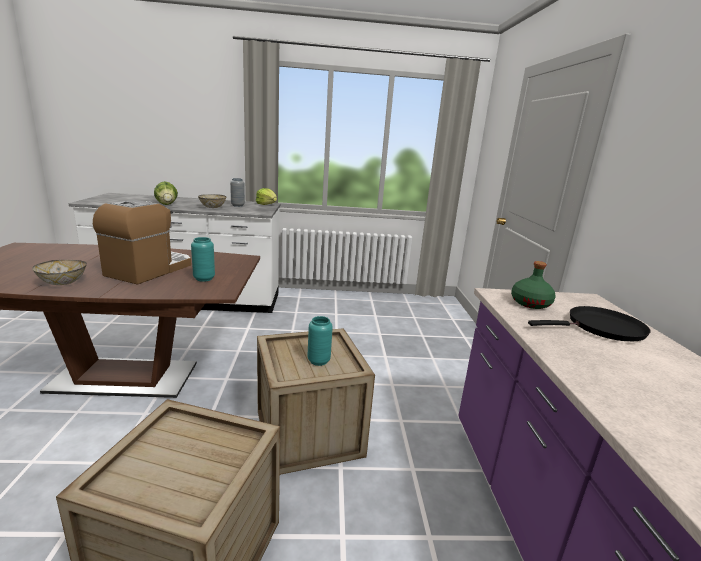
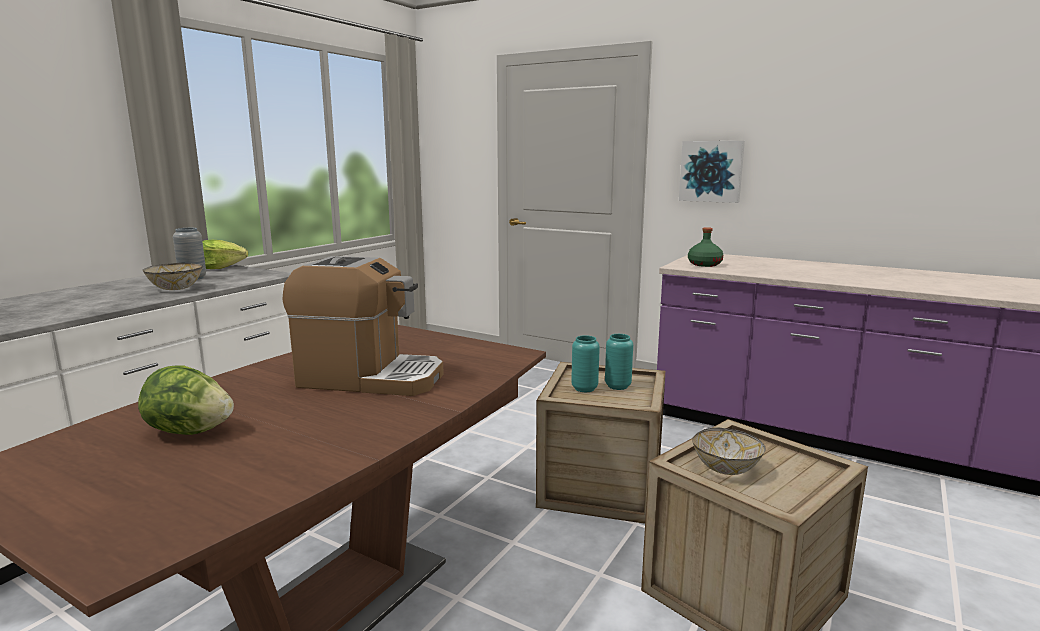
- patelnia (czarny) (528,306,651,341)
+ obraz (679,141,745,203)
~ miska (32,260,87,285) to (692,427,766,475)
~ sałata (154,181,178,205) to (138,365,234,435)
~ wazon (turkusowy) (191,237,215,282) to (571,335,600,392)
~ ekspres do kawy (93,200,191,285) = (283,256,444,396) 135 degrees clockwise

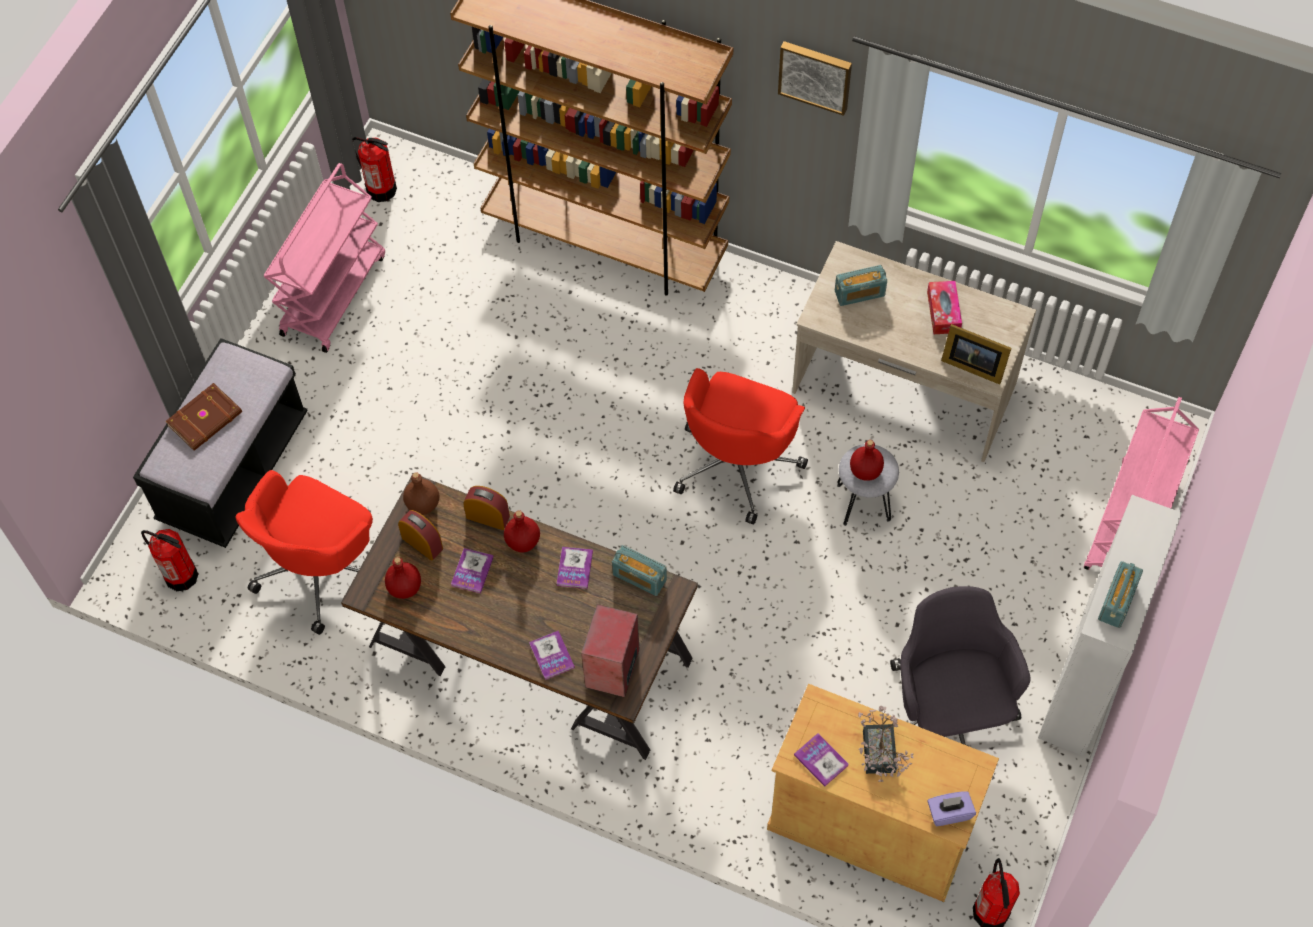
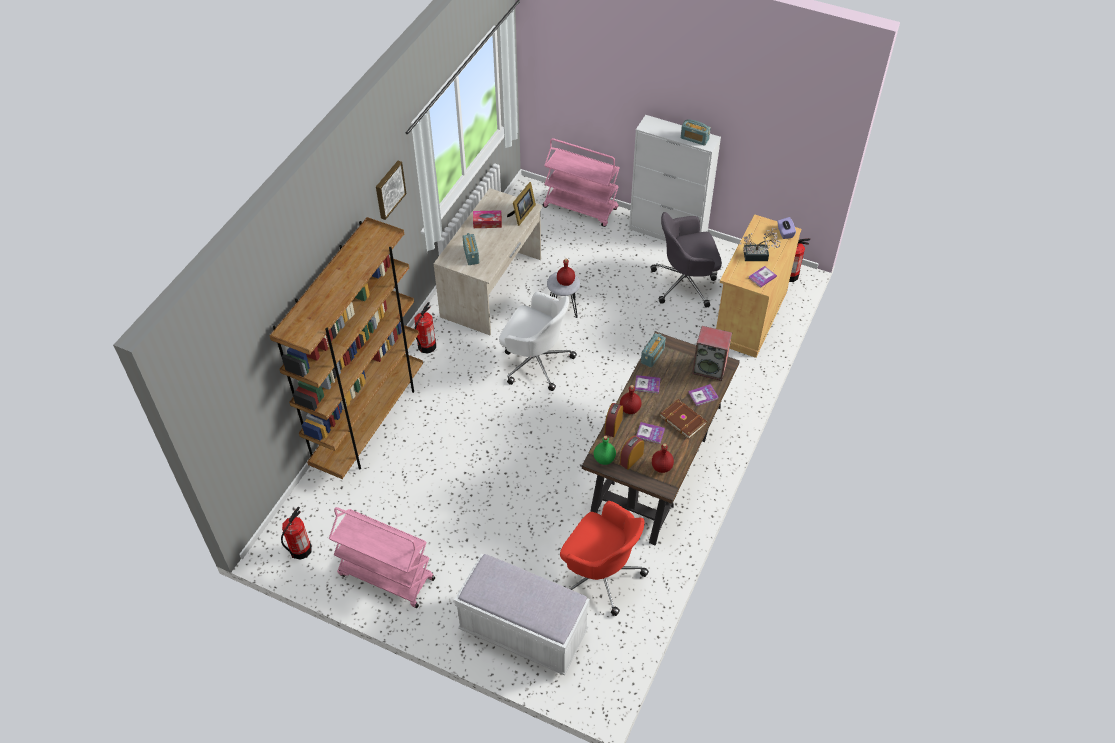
~ gaśnica (141,529,198,591) to (414,302,436,354)
~ książka (brązowy) (166,383,242,451) to (660,399,707,439)
~ ławka (czarny) (133,338,308,548) to ławka (biały) (454,554,590,676)
~ butelka (brązowy) (403,472,439,515) to butelka (zielony) (594,436,616,465)
~ krzesło biurowe (czerwony) (673,368,808,525) to krzesło biurowe (biały) (499,292,577,391)

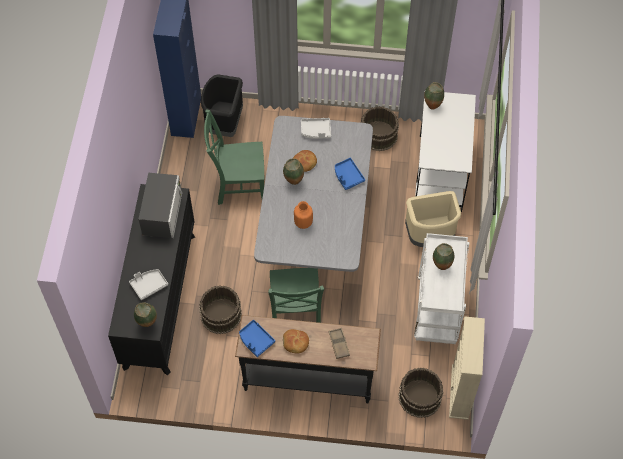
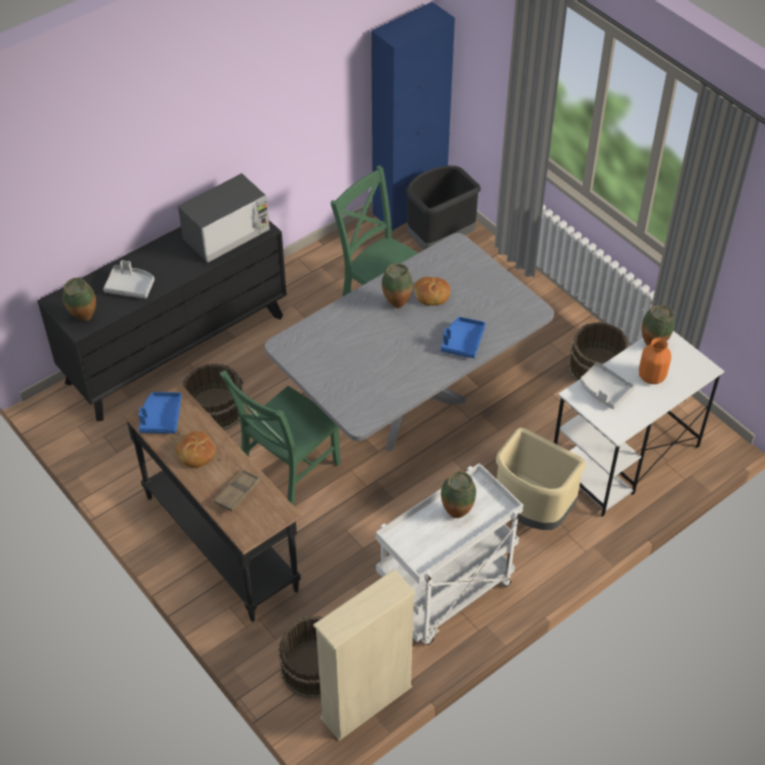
~ wazon (pomarańczowy) (294,201,313,229) to (639,338,671,384)
~ taca (szary) (301,118,331,139) to (580,362,635,409)

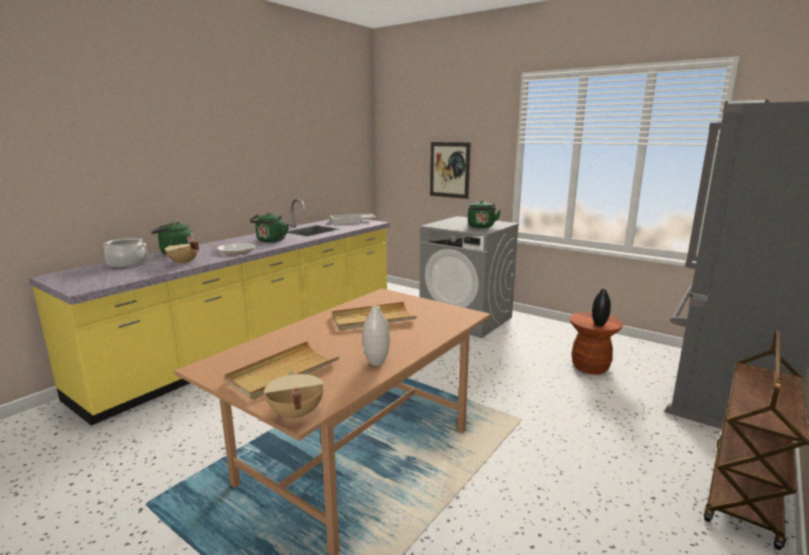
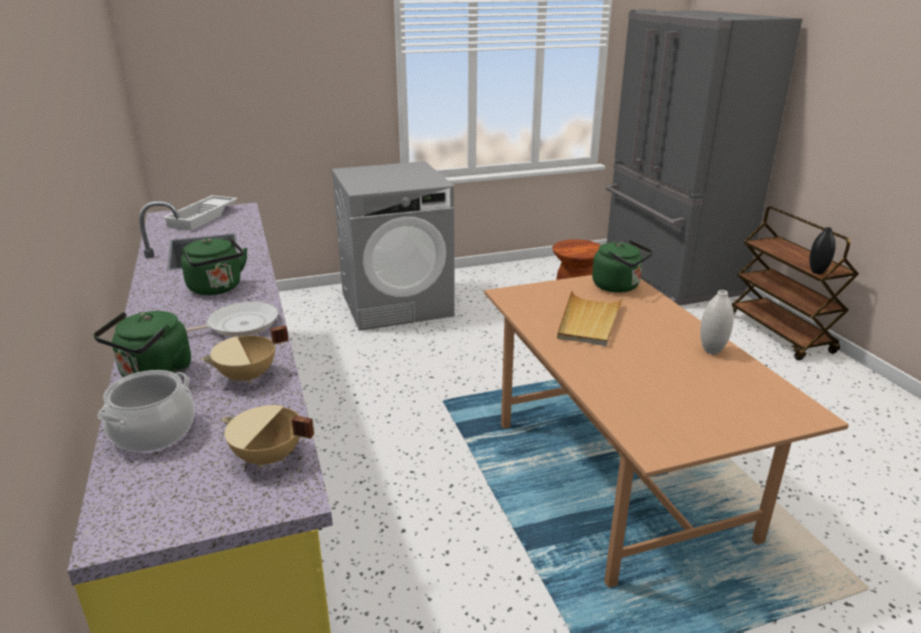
- taca (beżowy) (224,341,339,400)
- obraz (430,142,471,199)
~ garnek (beżowy) (264,371,324,421) to (222,405,314,468)
~ czajnik (zielony) (468,200,501,228) to (592,240,653,293)
~ wazon (czarny) (592,289,611,326) to (809,227,836,274)

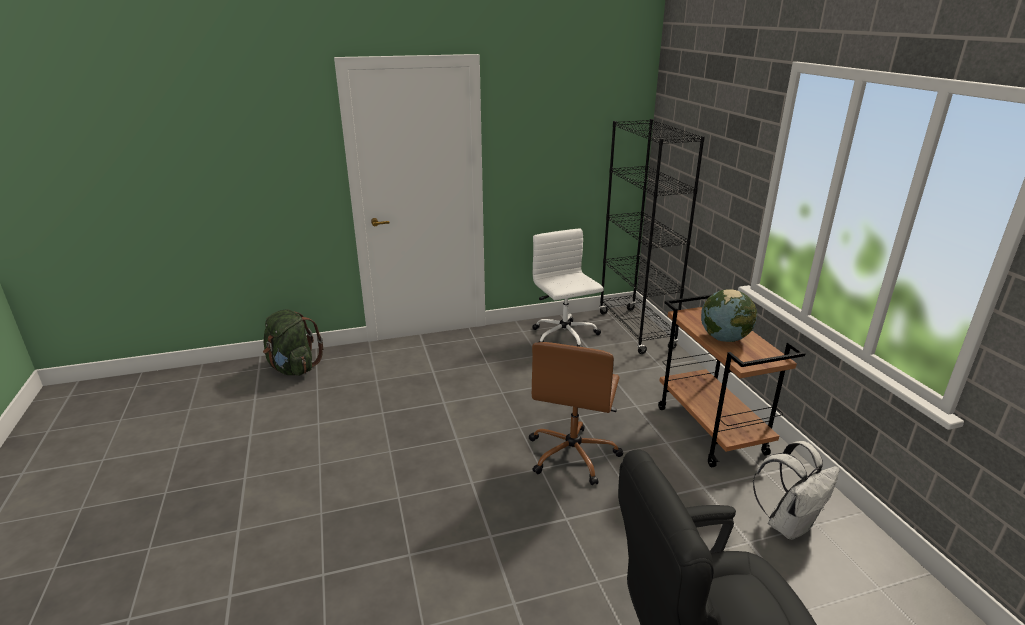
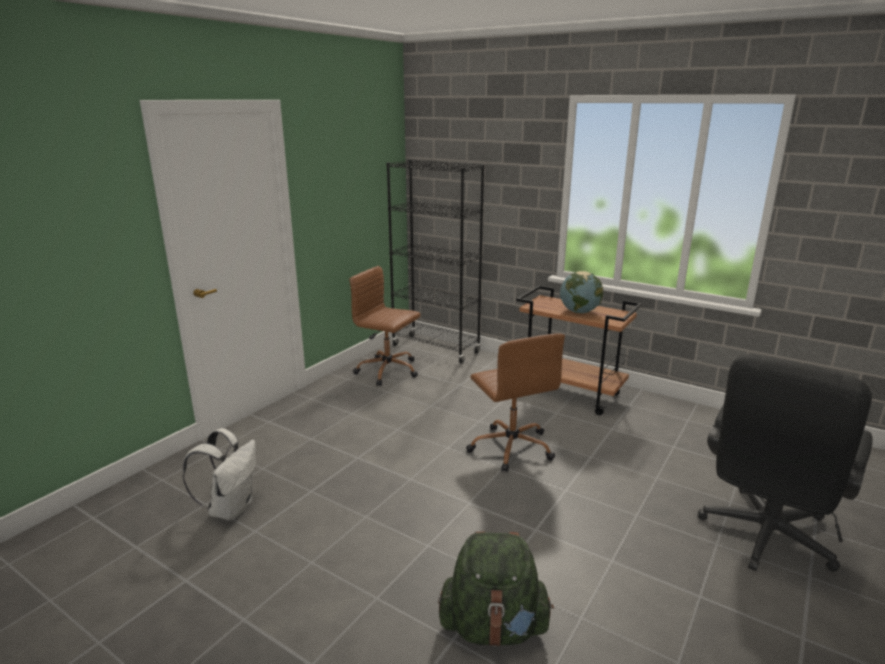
~ plecak (zielony) (263,309,323,376) to (438,531,554,647)
~ plecak (biały) (753,441,840,540) to (183,428,256,521)
~ krzesło biurowe (biały) (533,229,604,347) to krzesło biurowe (brązowy) (349,266,421,386)

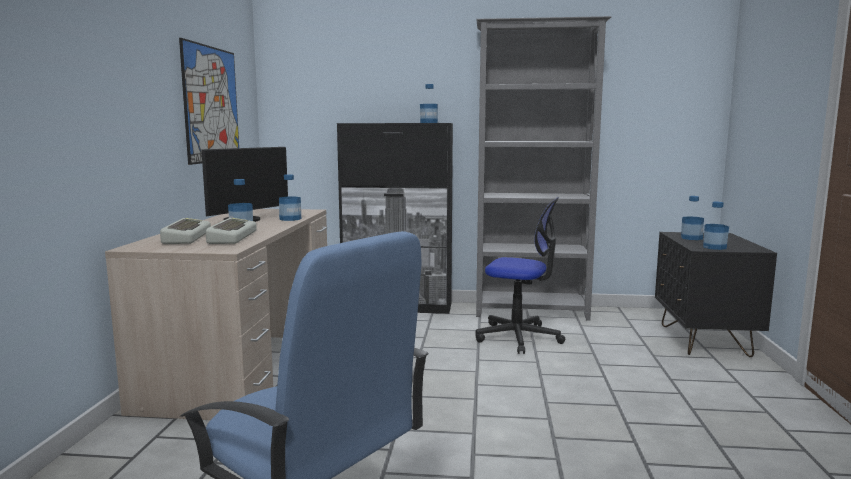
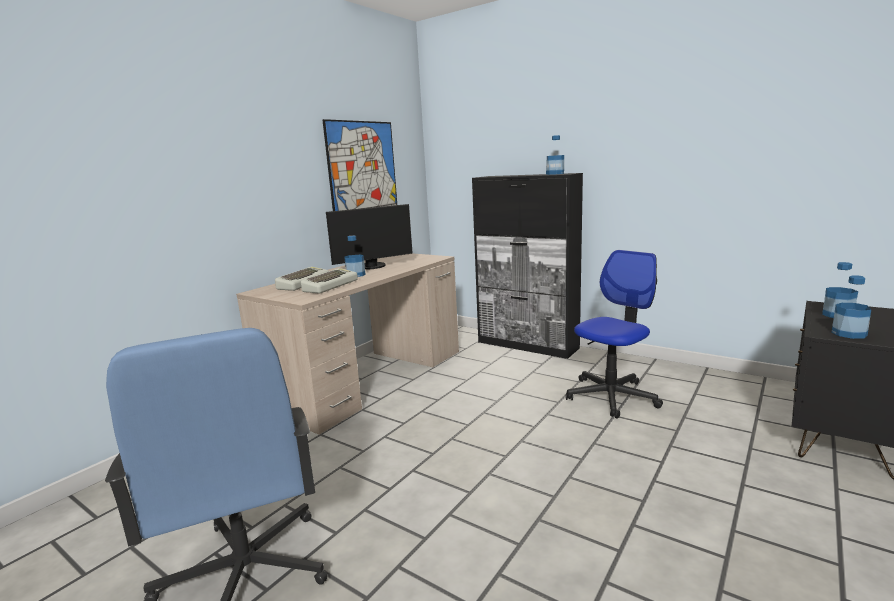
- butelka (279,174,301,221)
- regał (szary) (476,16,612,321)
~ krzesło biurowe (476,197,565,354) = (566,250,663,418) 90 degrees counterclockwise

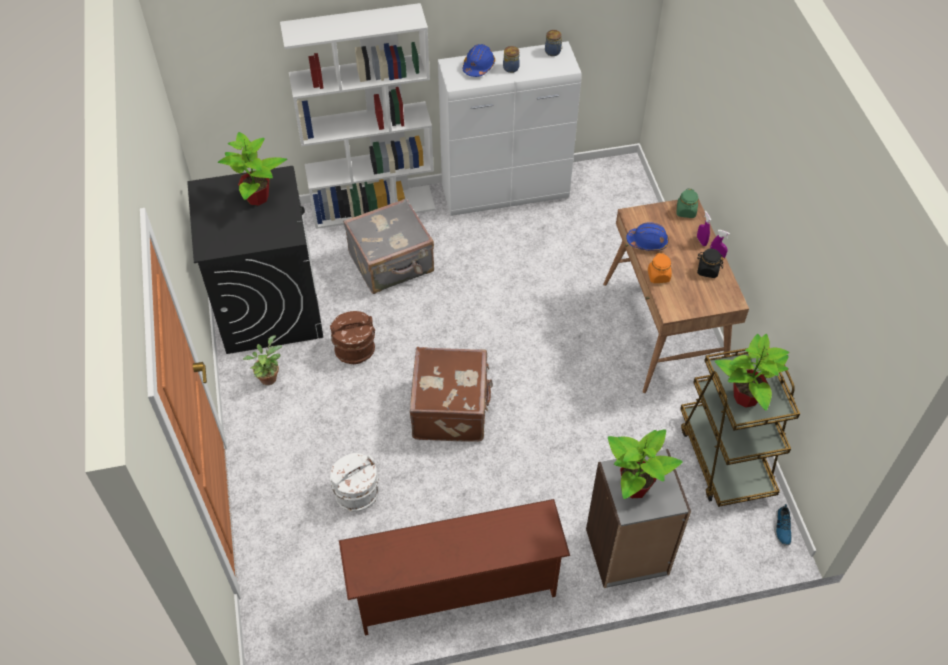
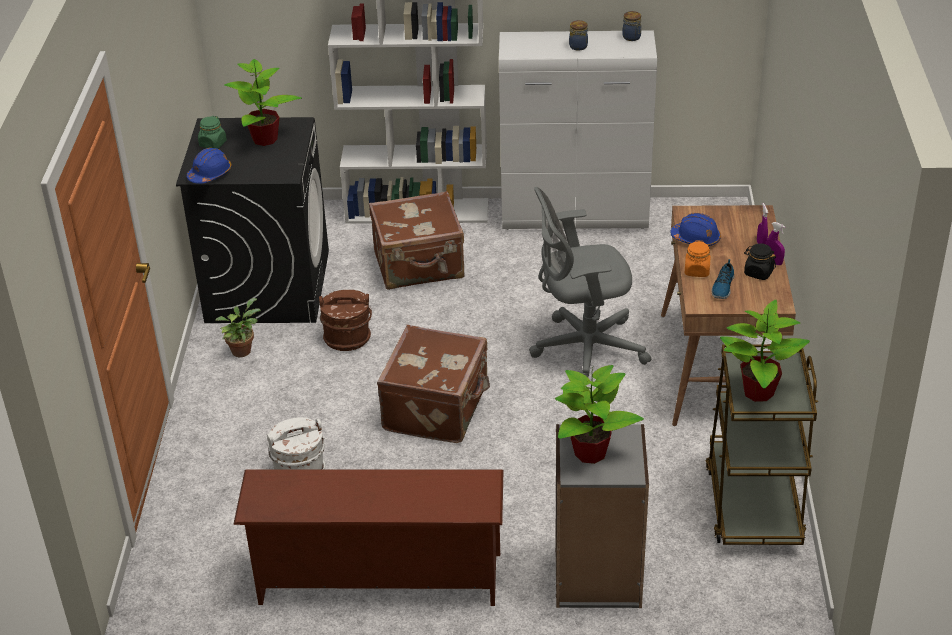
+ krzesło biurowe (szary) (529,187,651,377)
~ kask (niebieski) (462,44,495,77) to (187,148,232,184)
~ słoik (zielony) (676,188,698,218) to (198,116,227,149)
~ but (775,504,792,546) to (711,259,734,299)
~ walizka (szary) (343,198,434,294) to walizka (brązowy) (369,191,464,290)

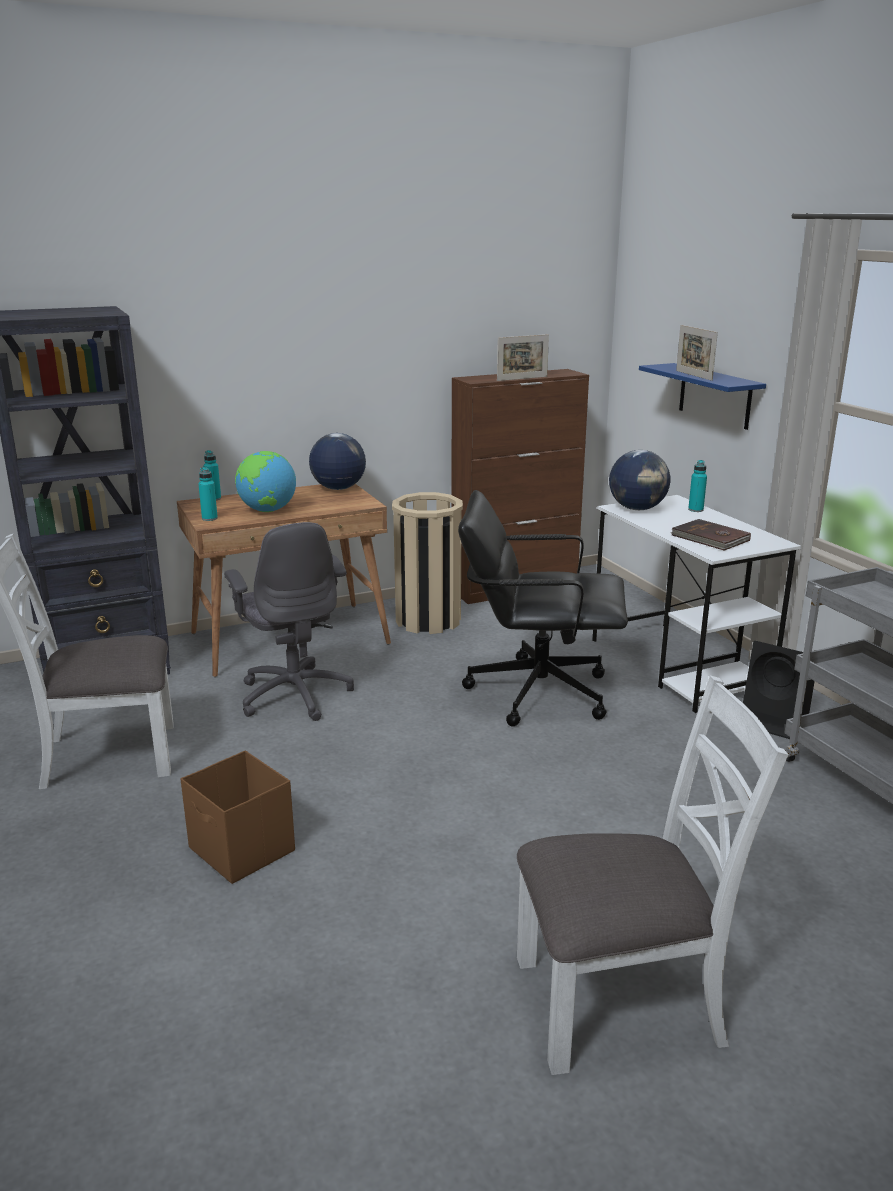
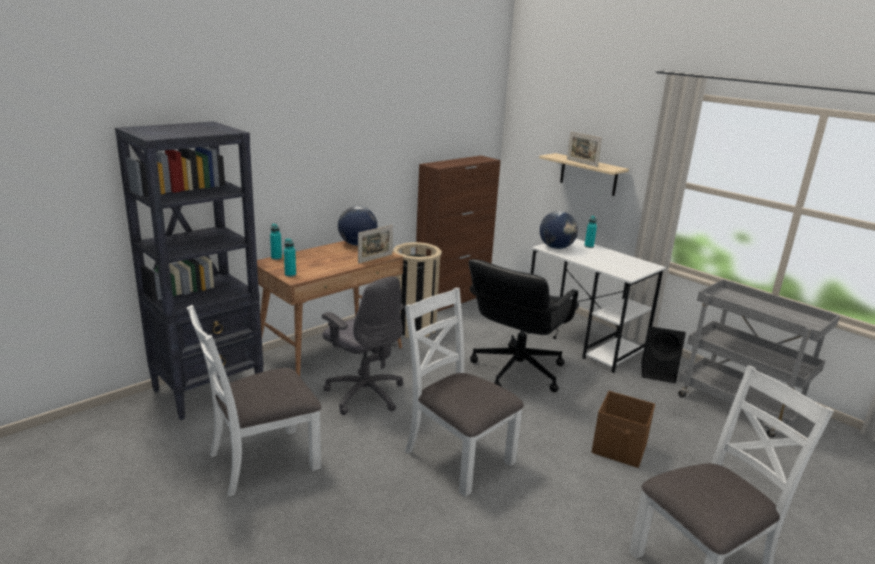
- globus (235,451,296,512)
- książka (brązowy) (671,519,751,551)
+ krzesło (biały) (405,288,524,497)
~ pojemnik do przechowywania (brązowy) (181,750,295,884) to (592,391,655,468)
~ ramka na zdjęcie (497,334,549,381) to (358,225,393,264)
~ półka (niebieski) (639,363,766,430) to półka (beżowy) (539,153,629,196)
~ krzesło biurowe (czarny) (458,490,628,726) = (469,259,579,392) 45 degrees counterclockwise

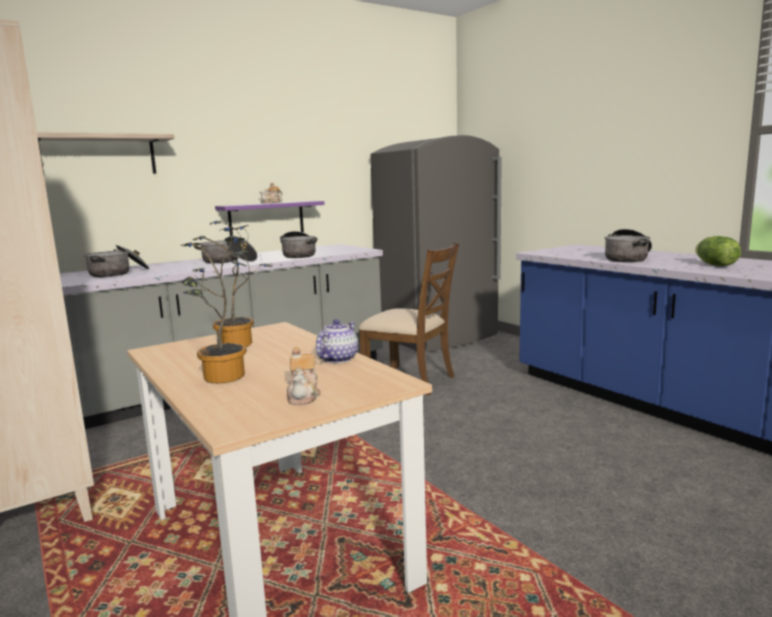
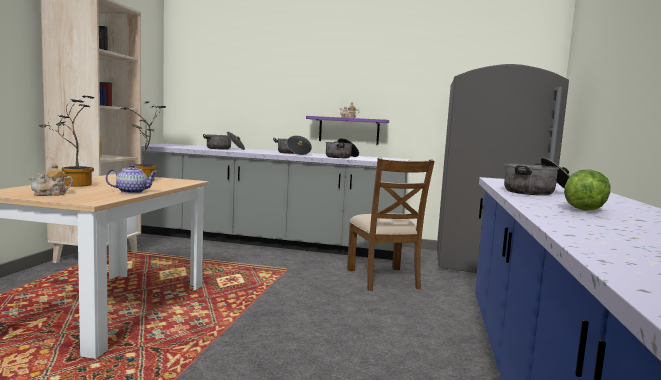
- półka (37,132,174,174)

